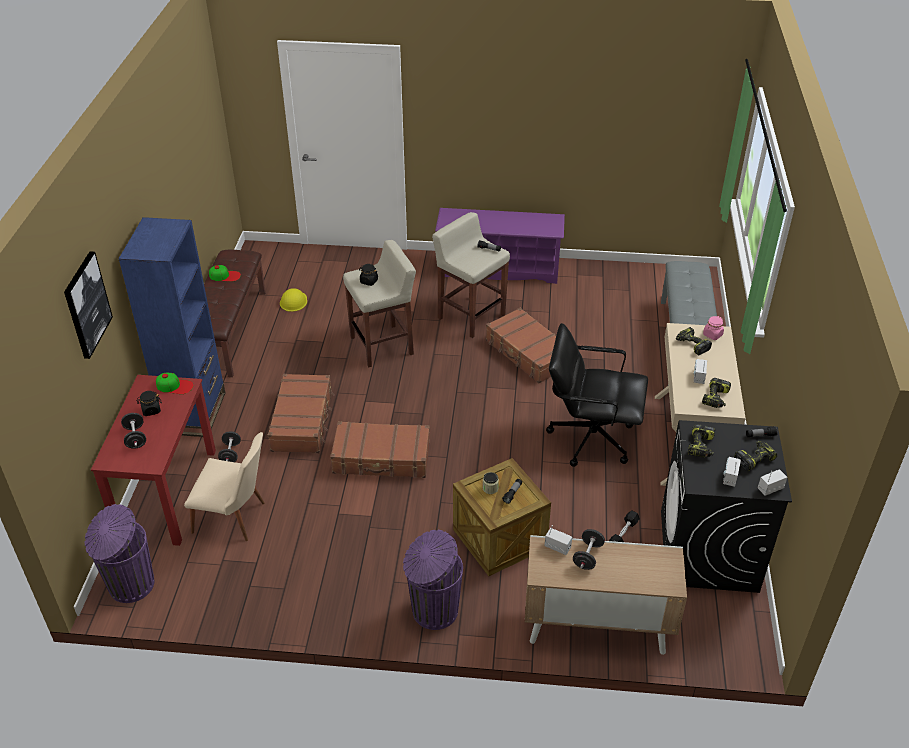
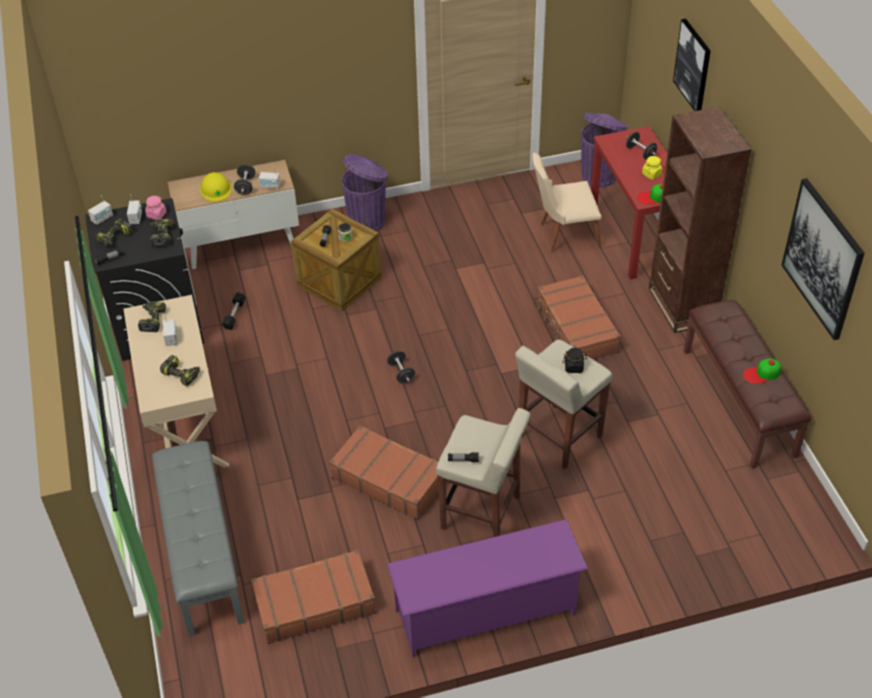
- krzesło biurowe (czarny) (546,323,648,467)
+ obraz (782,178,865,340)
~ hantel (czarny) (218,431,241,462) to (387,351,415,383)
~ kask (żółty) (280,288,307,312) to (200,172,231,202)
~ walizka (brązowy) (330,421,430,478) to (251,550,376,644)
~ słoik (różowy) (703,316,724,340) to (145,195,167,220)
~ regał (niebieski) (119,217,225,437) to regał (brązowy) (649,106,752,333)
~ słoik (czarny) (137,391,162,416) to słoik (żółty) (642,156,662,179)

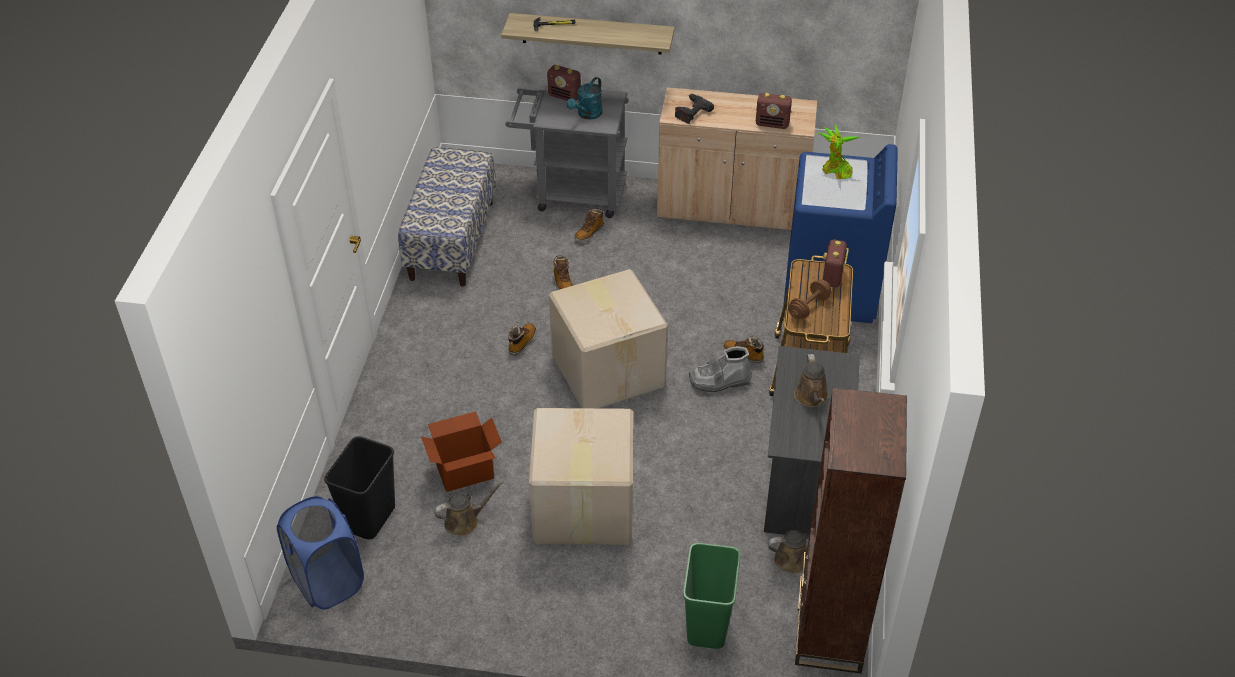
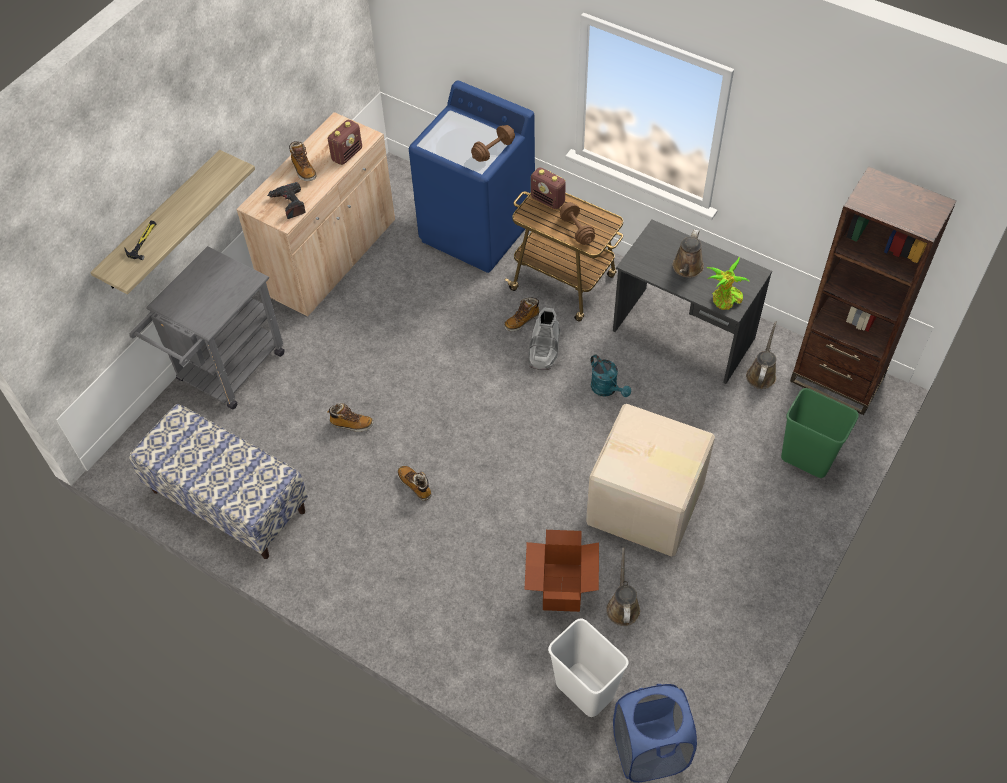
- radio (547,65,581,101)
- karton (549,269,668,408)
+ hantel (brązowy) (471,125,515,162)
~ konewka (turkusowy) (566,77,603,119) to (591,354,631,397)
~ but z cholewką (574,209,604,242) to (289,141,316,181)
~ roślina doniczkowa (817,124,860,179) to (707,257,750,310)
~ kosz na śmieci (czarny) (324,436,395,539) to kosz na śmieci (biały) (548,618,629,717)
~ konewka (brązowy) (794,354,829,407) = (673,229,704,278) 90 degrees clockwise

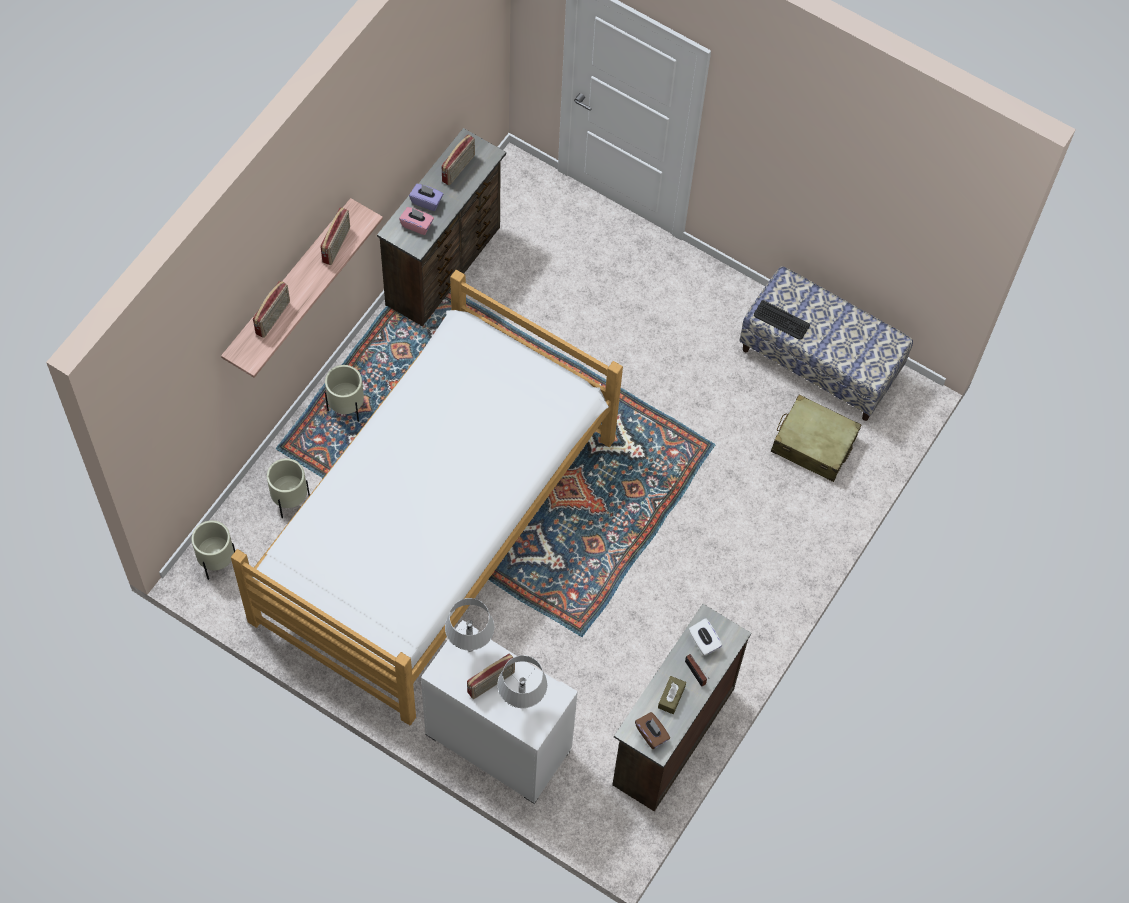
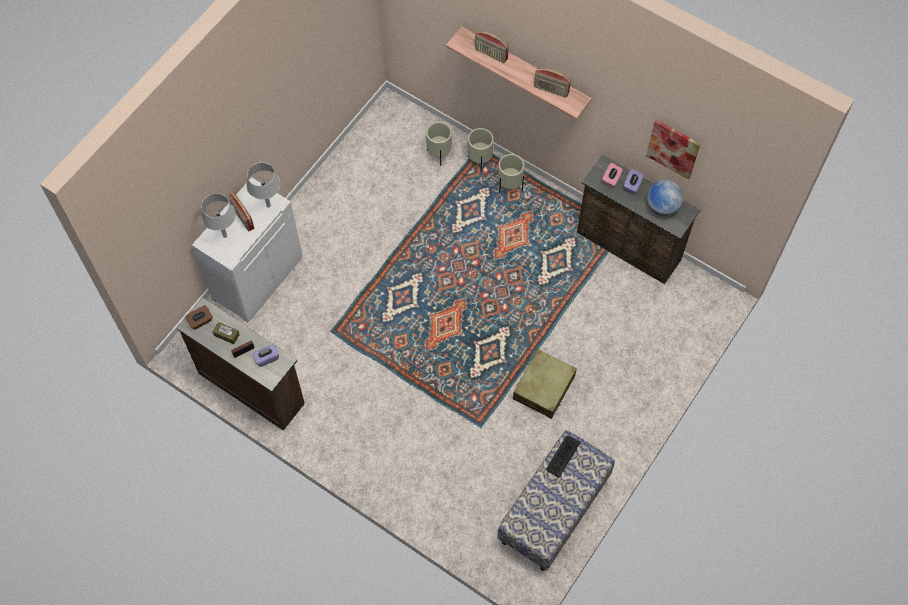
- łóżko (231,270,623,725)
+ obraz (646,119,700,180)
~ donica (beżowy) (192,521,235,580) to (468,128,493,172)
~ walizka (beżowy) (771,394,861,482) to (513,349,577,419)
~ radio (442,134,475,186) to globus (647,180,683,216)
~ pudełko chusteczek (biały) (689,618,722,656) to pudełko chusteczek (fioletowy) (252,344,279,367)

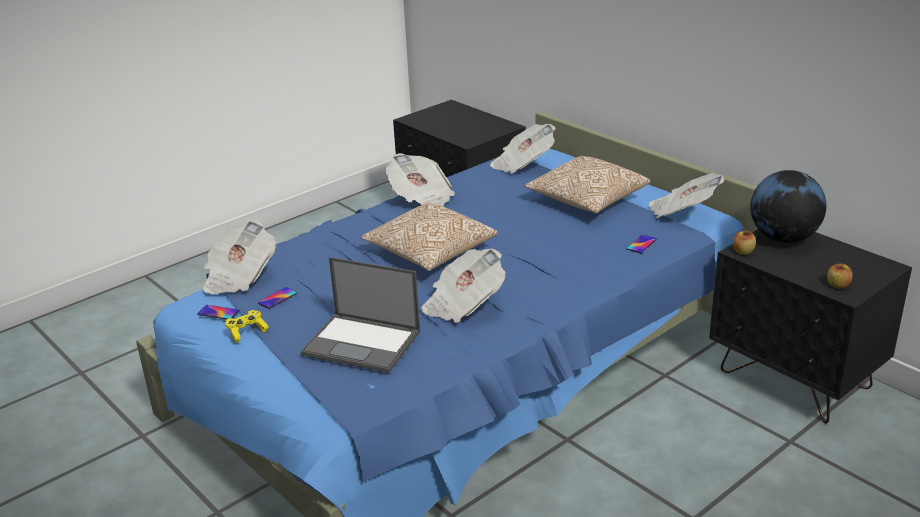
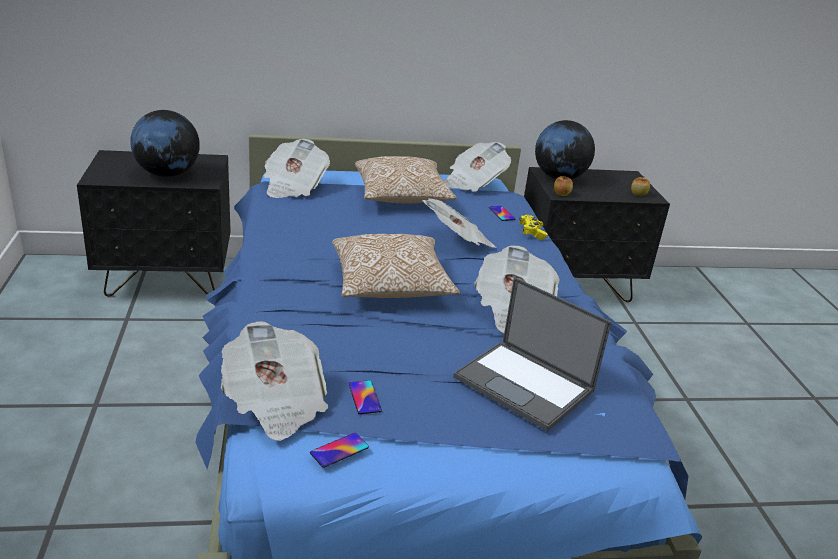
+ globus (130,110,200,177)
~ pad do gier (żółty) (225,310,269,343) to (519,215,547,240)
~ gazeta (385,153,455,206) to (422,199,496,248)
~ laptop (301,257,420,373) = (453,277,612,431) 75 degrees clockwise

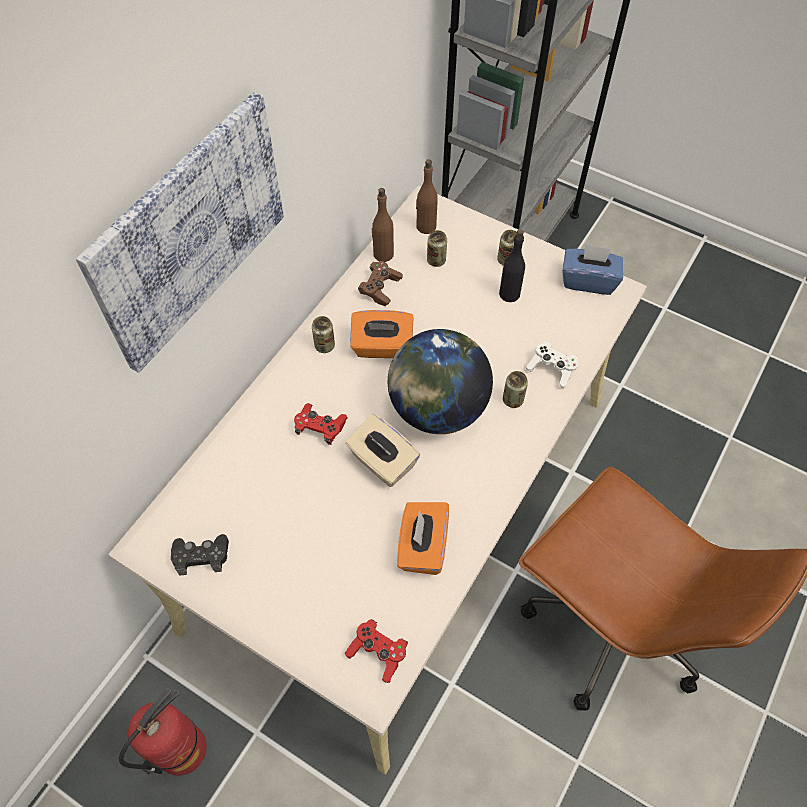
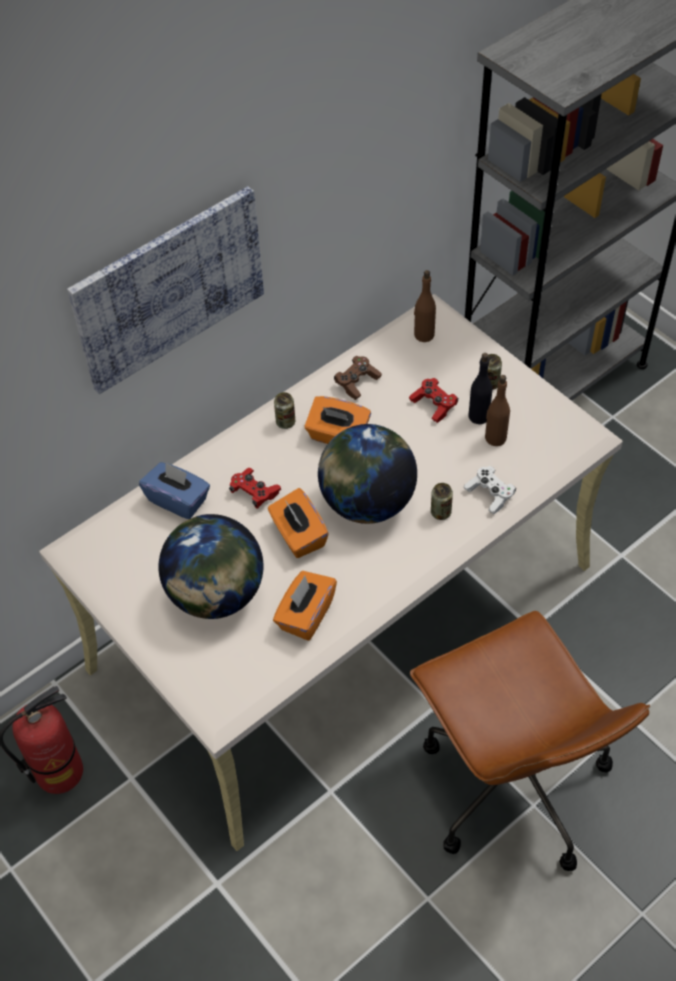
- pad do gier (czarny) (171,534,229,575)
- puszka (427,230,447,267)
+ globus (158,514,264,619)
~ pad do gier (czerwony) (345,619,408,683) to (409,378,458,423)
~ butelka (brązowy) (372,188,394,262) to (485,375,510,446)
~ pudełko chusteczek (niebieski) (562,244,623,295) to (139,462,210,520)
~ pudełko chusteczek (beżowy) (346,414,420,487) to pudełko chusteczek (pomarańczowy) (268,488,329,558)

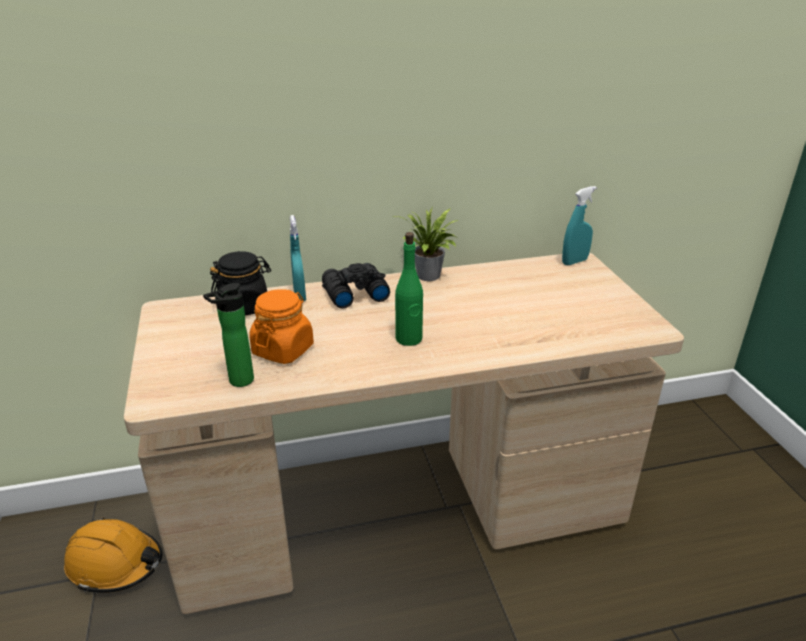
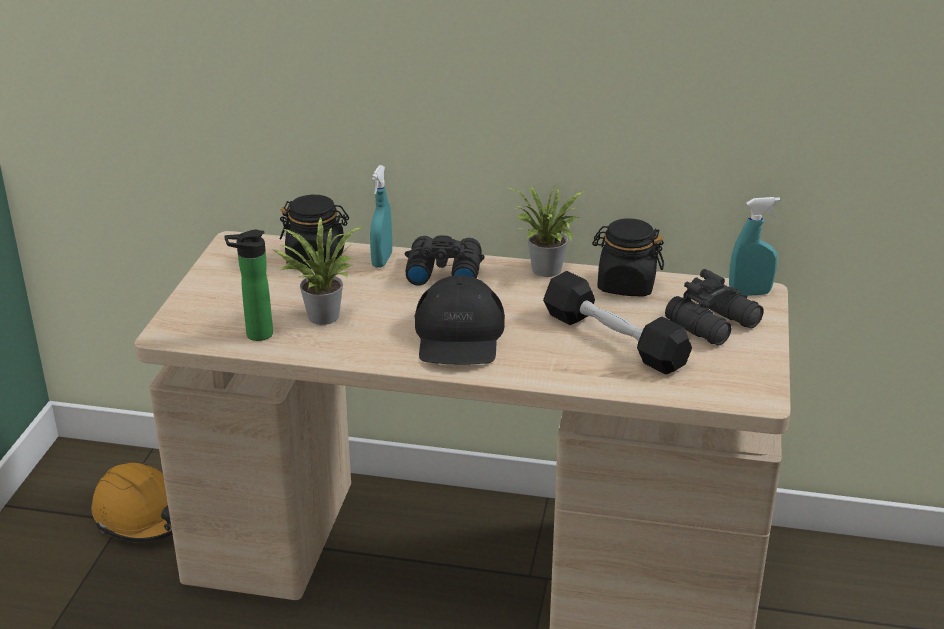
+ hantel (czarny) (543,271,692,374)
+ słoik (czarny) (592,218,664,296)
+ lornetka (czarny) (665,269,764,346)
~ słoik (pomarańczowy) (249,289,314,364) to roślina doniczkowa (274,217,364,325)
~ butelka (zielony) (395,232,423,346) to czapka z daszkiem (czarny) (415,275,505,365)

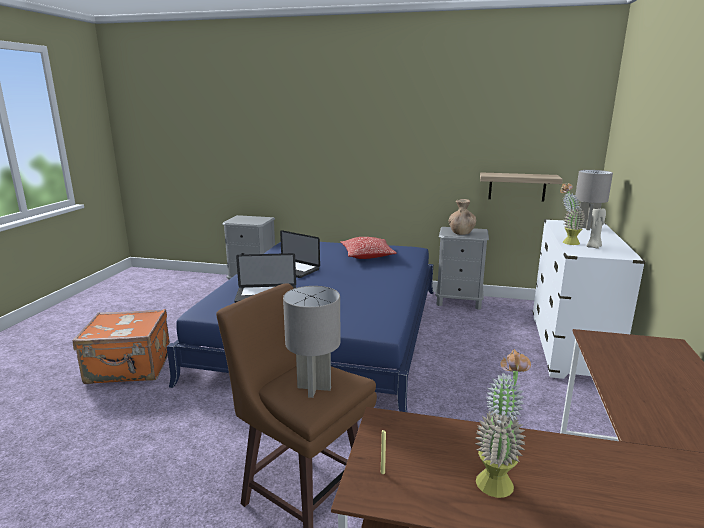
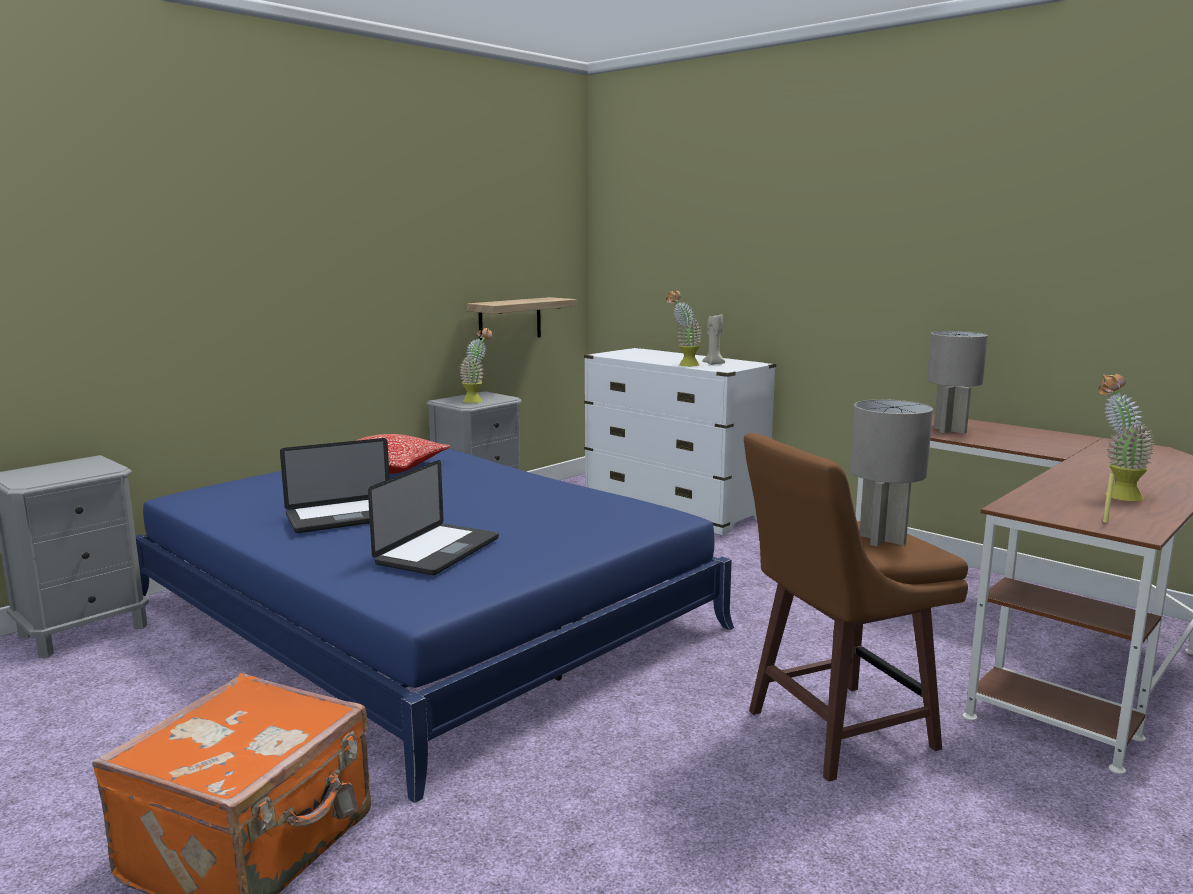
~ lampa stołowa (szary) (575,170,613,230) to (927,331,988,434)
~ wazon (brązowy) (449,199,476,235) to roślina doniczkowa (460,328,492,403)

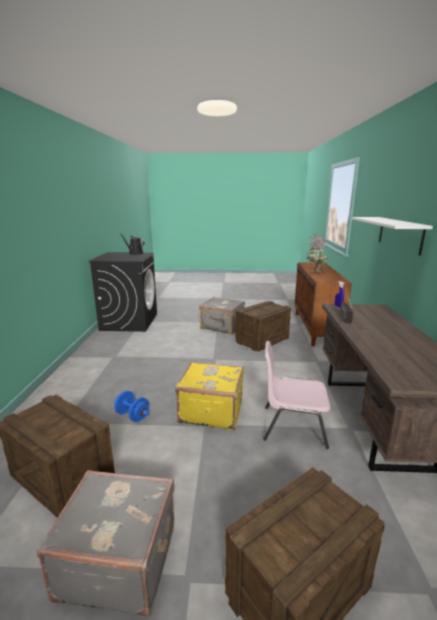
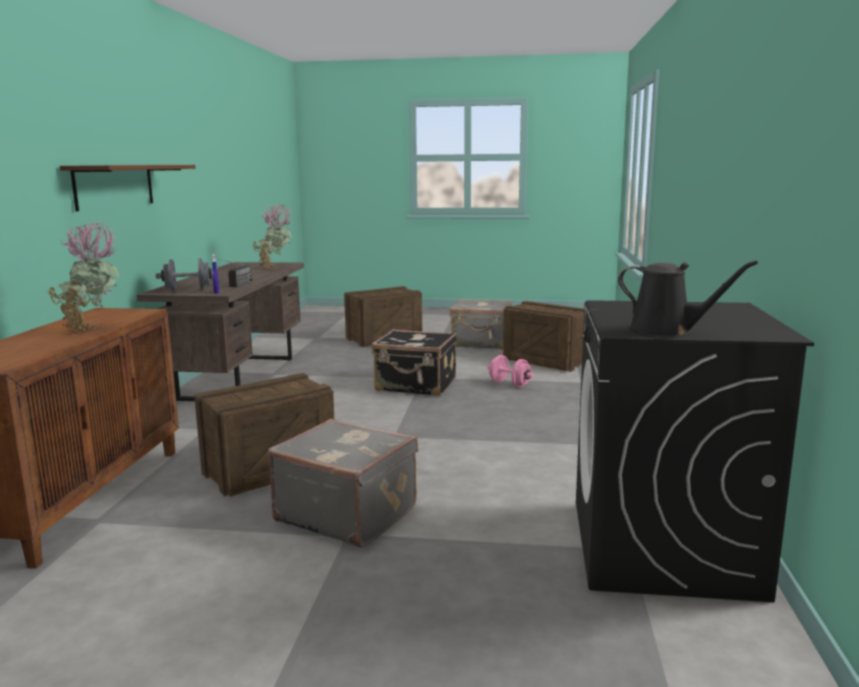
- krzesło (różowy) (263,341,331,449)
+ hantel (szary) (156,258,213,291)
+ roślina doniczkowa (252,204,292,270)
~ hantel (niebieski) (114,391,149,422) to hantel (różowy) (487,355,534,387)
~ walizka (żółty) (175,361,244,430) to walizka (czarny) (372,329,457,396)
~ półka (biały) (352,217,433,256) to półka (brązowy) (59,165,196,211)

